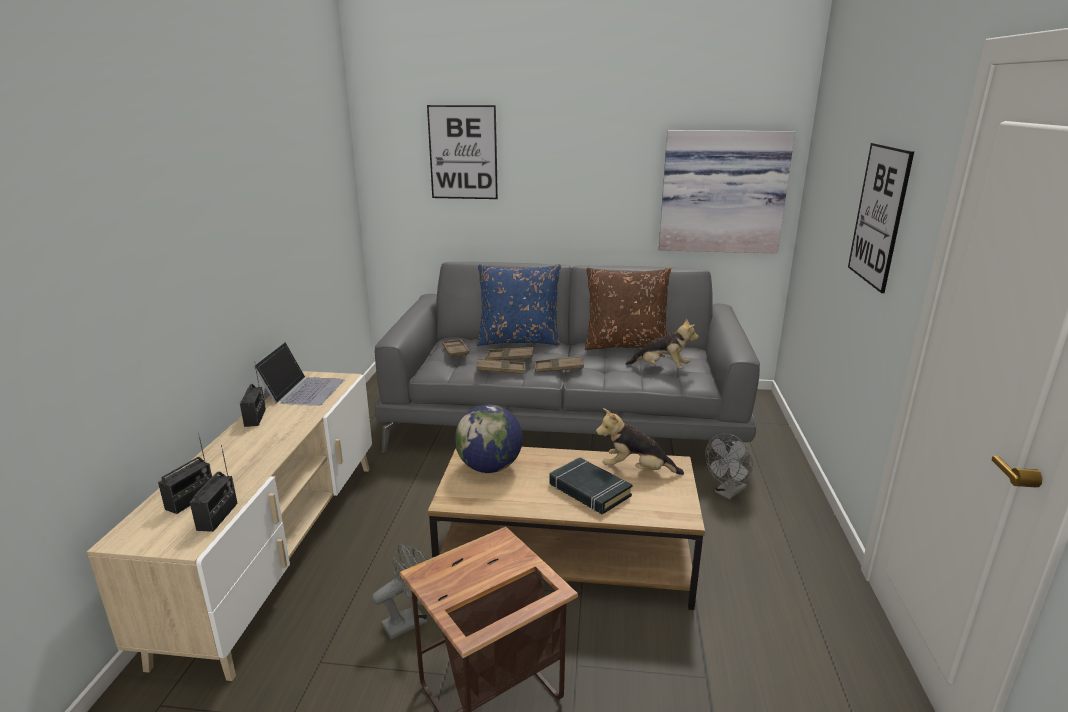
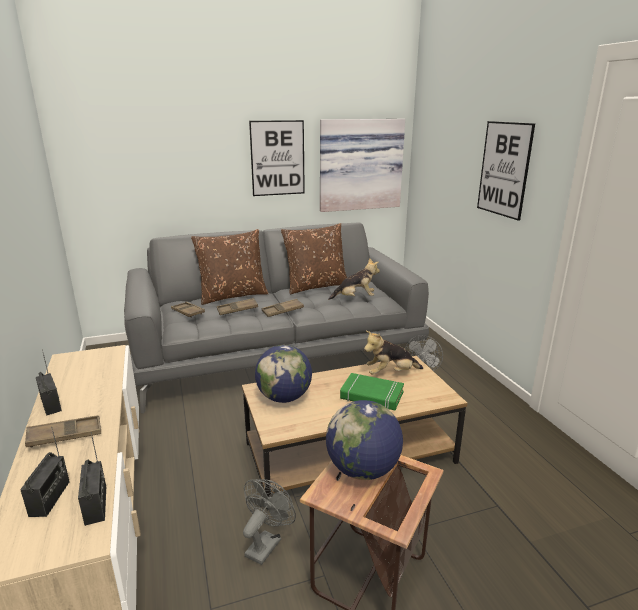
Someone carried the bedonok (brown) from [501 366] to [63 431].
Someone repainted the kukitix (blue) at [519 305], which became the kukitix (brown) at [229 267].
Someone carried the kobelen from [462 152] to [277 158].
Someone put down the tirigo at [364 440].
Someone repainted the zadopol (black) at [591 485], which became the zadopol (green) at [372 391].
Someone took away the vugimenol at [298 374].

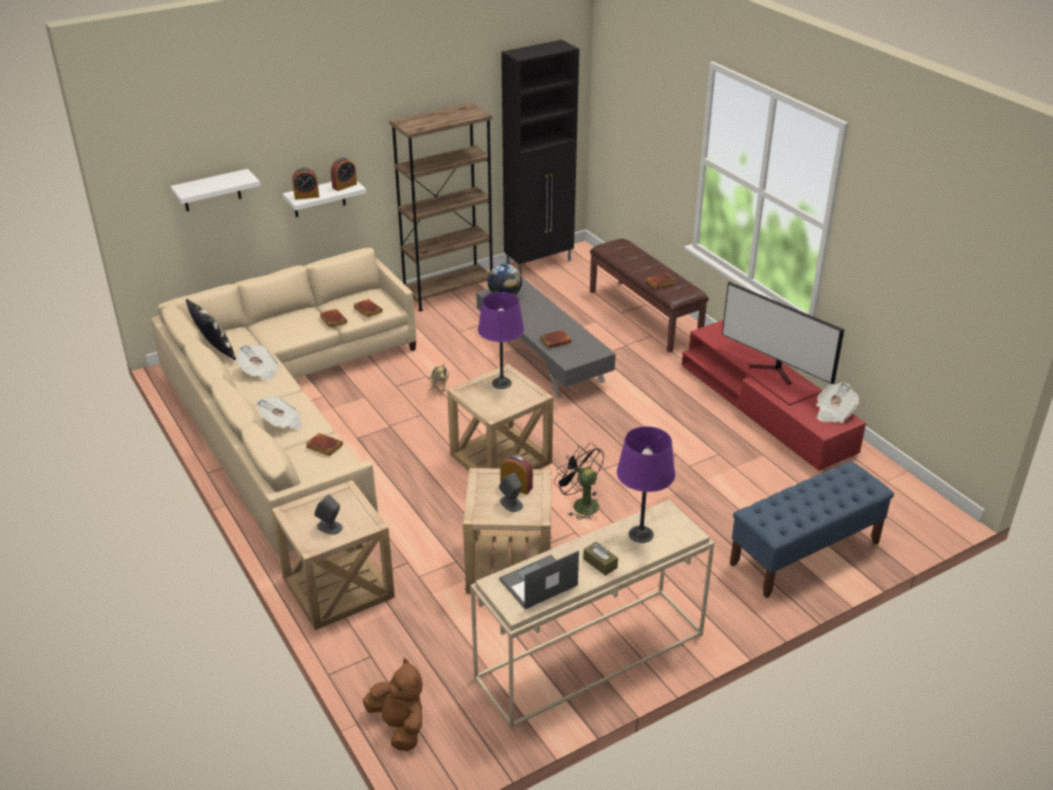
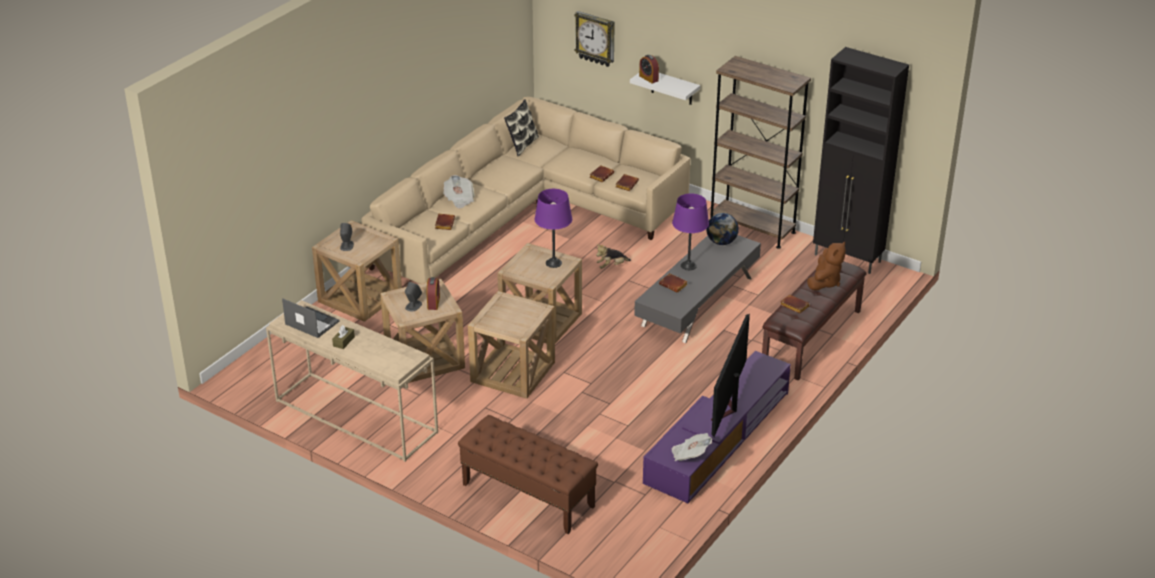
Someone repainted the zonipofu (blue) at [812 529], which became the zonipofu (brown) at [528 474].
Someone swapped the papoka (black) at [579 481] for the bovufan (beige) at [511 344].
Someone swapped the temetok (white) at [215 190] for the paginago at [594 39].
Someone repainted the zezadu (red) at [774 395], which became the zezadu (purple) at [717 427].
Someone carried the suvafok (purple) from [646 484] to [690 231].
Someone carried the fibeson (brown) from [393 704] to [826 265].
Someone took away the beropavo at [258 363].
Someone took away the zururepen at [344 174].

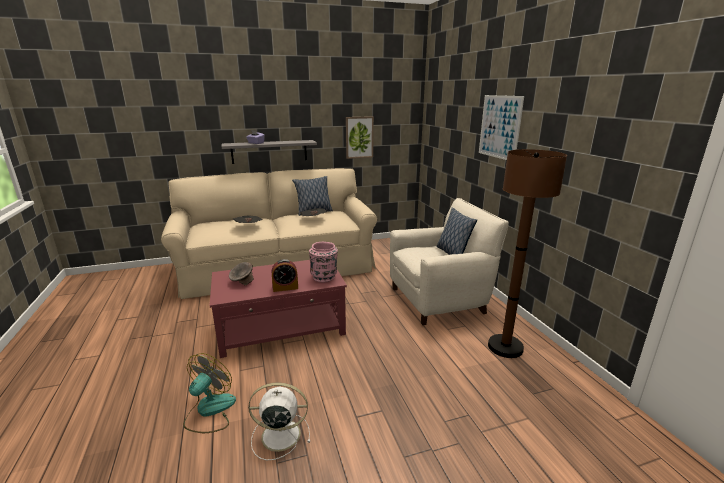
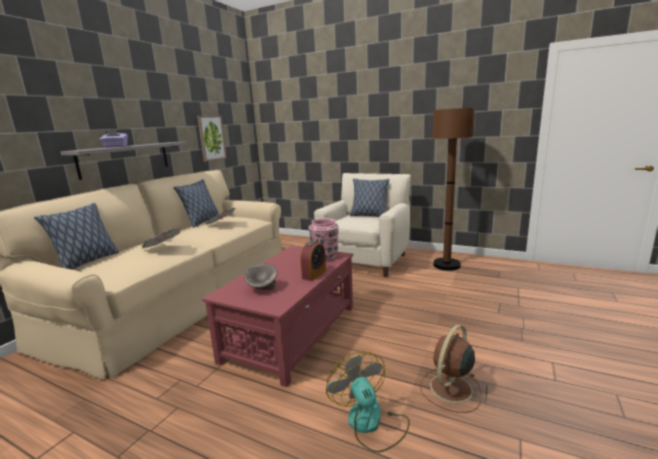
Someone put down the kukitix at [76 236].
Someone repainted the papoka (white) at [279 421], which became the papoka (brown) at [450 369].
Someone took away the kobelen at [501 127].

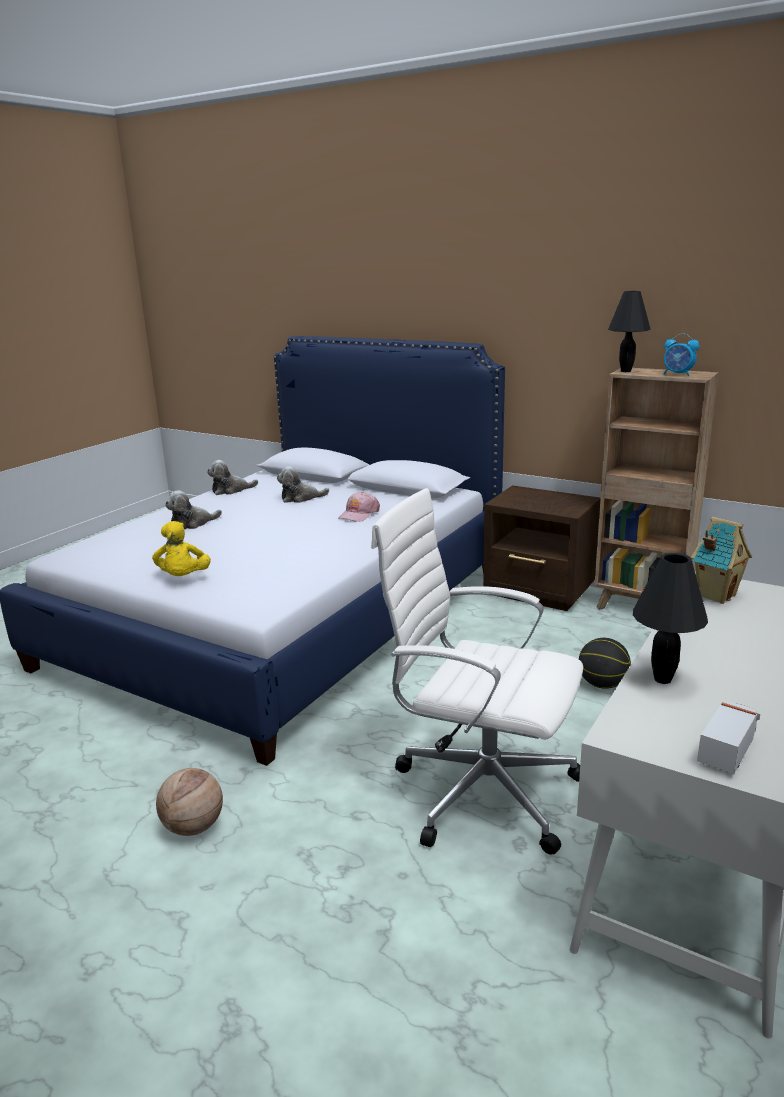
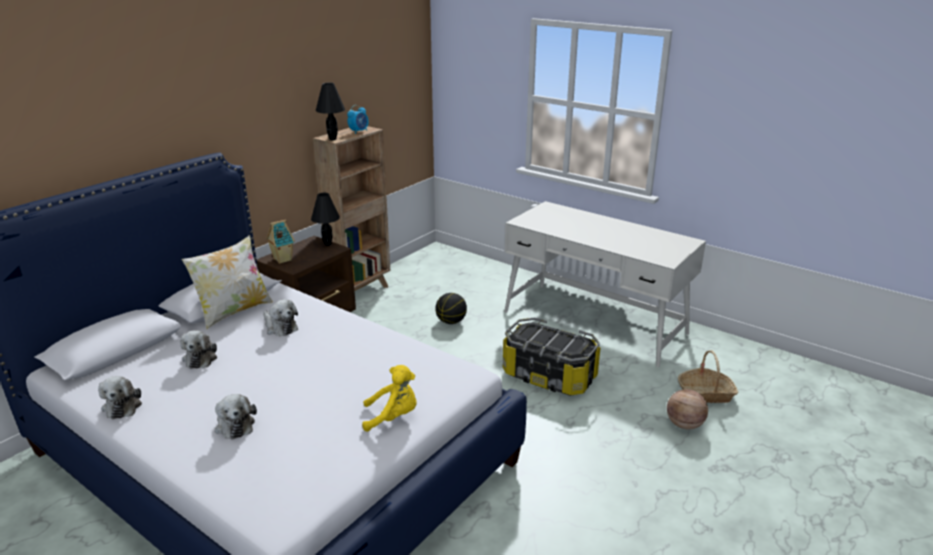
Someone put down the kukitix at [227 282].
Someone swapped the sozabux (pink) at [359 506] for the fibeson at [280 317].
Someone carried the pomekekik from [721 560] to [280 241].
Someone carried the suvafok (black) from [670 618] to [325 219].
Someone swapped the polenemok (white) at [477 671] for the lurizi at [552 357].
Someone carried the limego from [189 802] to [687 409].
Someone put down the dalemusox at [708 376].
Someone took away the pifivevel at [728 738].

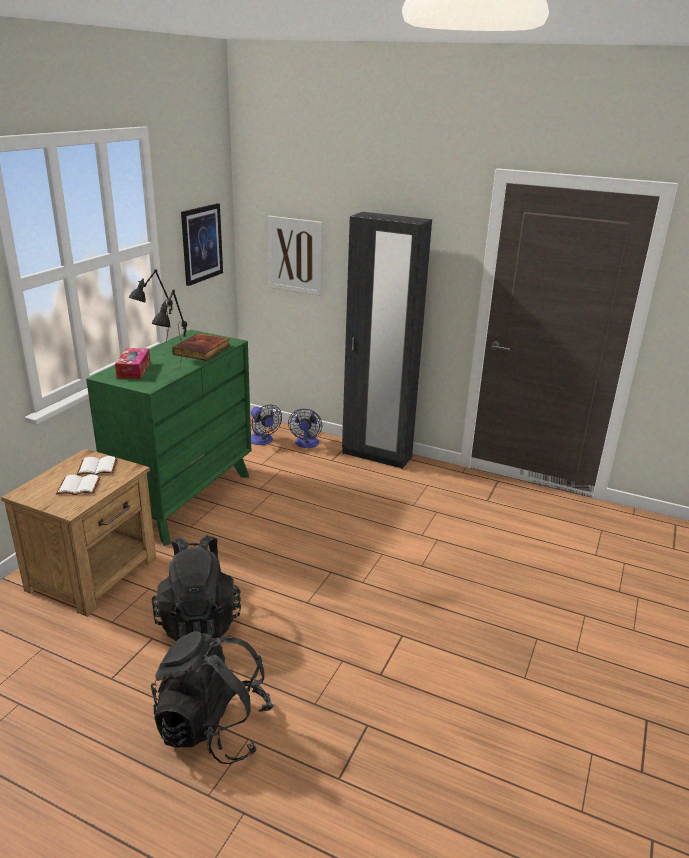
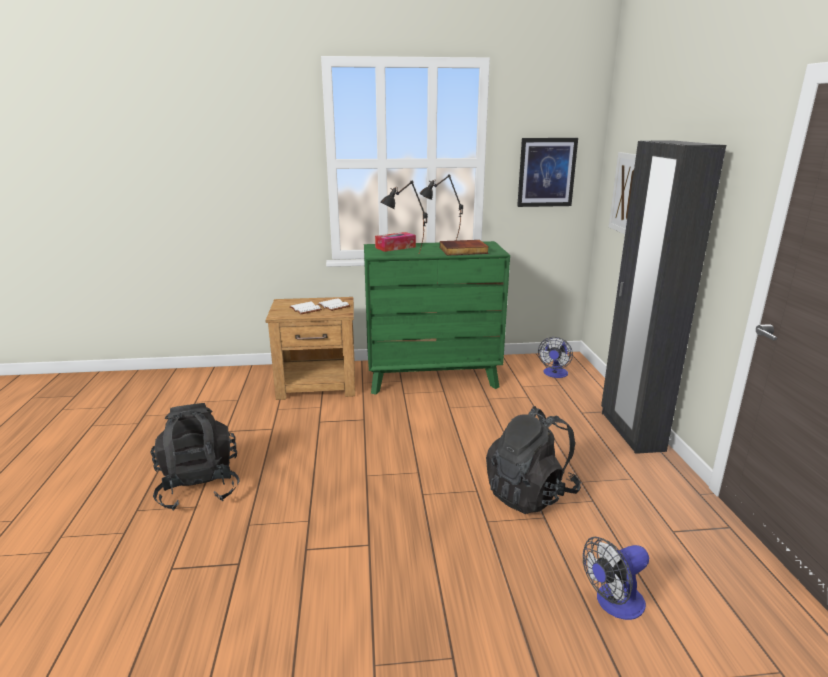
Someone carried the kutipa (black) from [196 588] to [533 460].
Someone carried the papoka from [305 428] to [616 578].

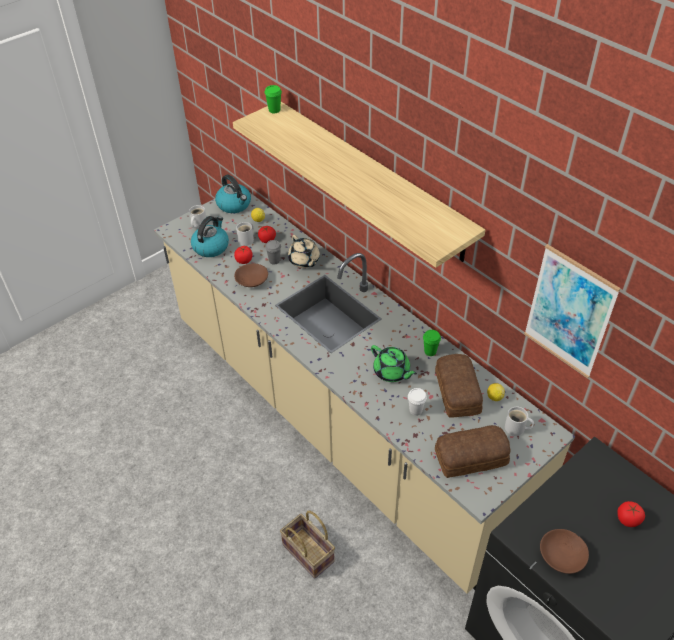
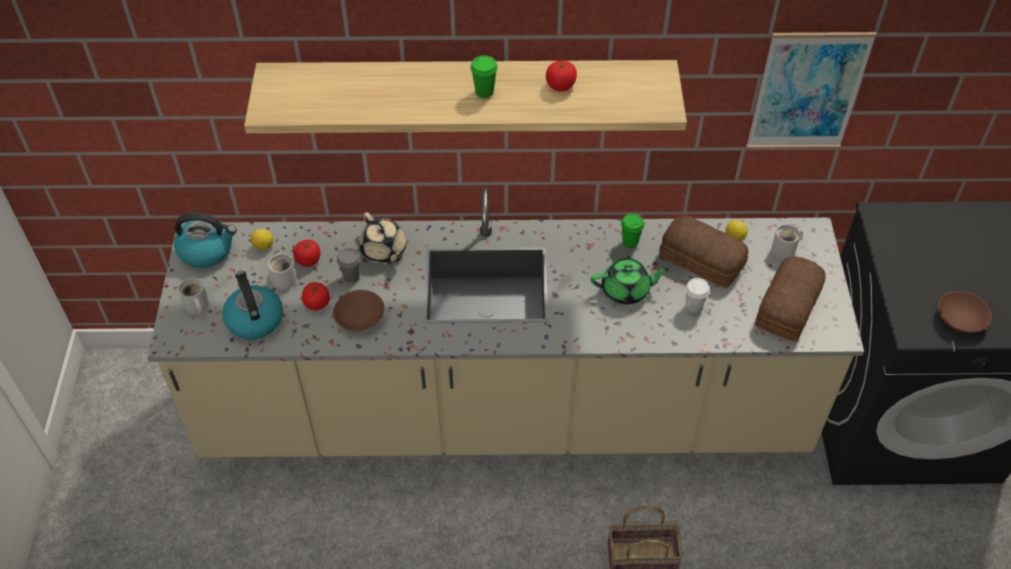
Someone rotated the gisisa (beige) at [304 251] by 45 degrees clockwise.
Someone carried the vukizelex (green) from [273 99] to [484 76].
Someone carried the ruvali from [631 514] to [561 76].

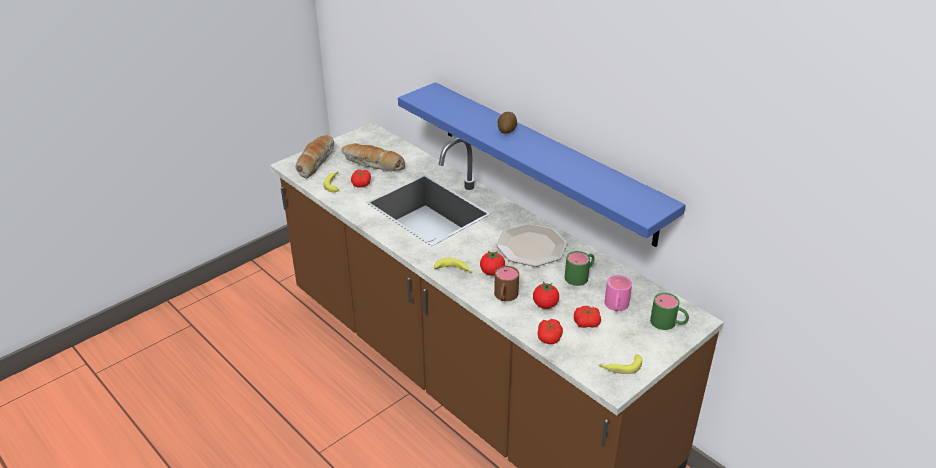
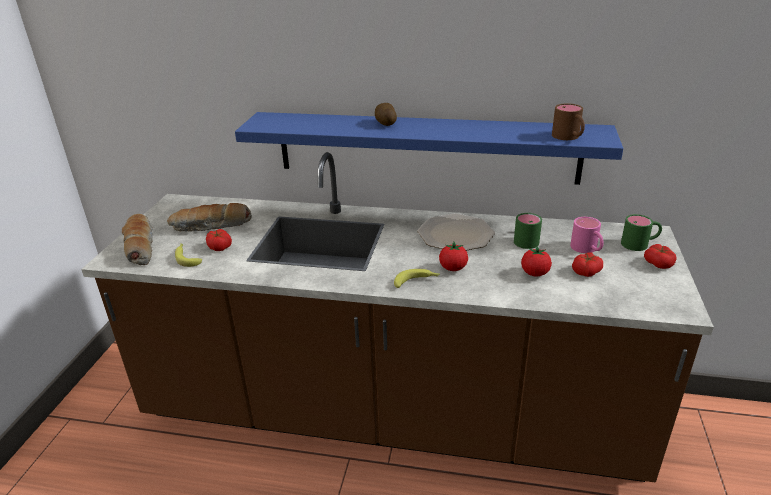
Someone carried the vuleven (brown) from [506 283] to [568 121].
Someone carried the ruvali from [550 331] to [660 256].
Someone took away the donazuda at [620 364].

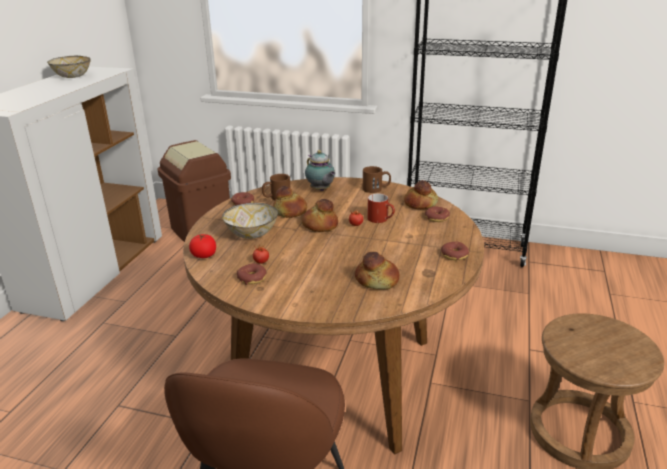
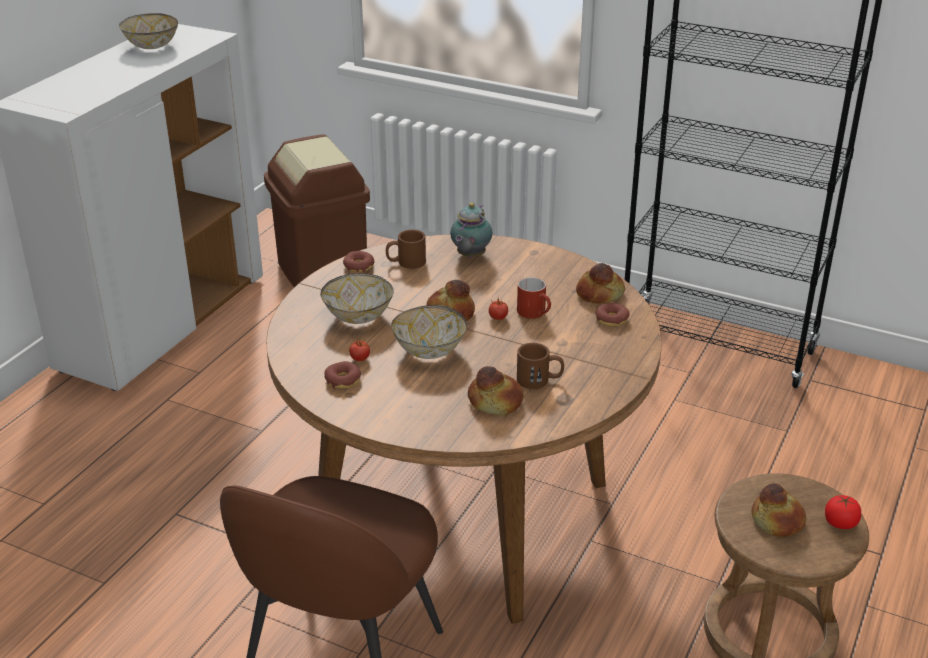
Someone put down the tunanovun at [429 332].
Someone rotated the gisisa at [320 170] by 45 degrees clockwise.
Someone carried the vuleven (brown) from [377 179] to [540 366].
Someone carried the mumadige from [290 202] to [778 510].
Someone carried the ruvali from [202 246] to [843 512].
Someone took away the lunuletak at [455 250].

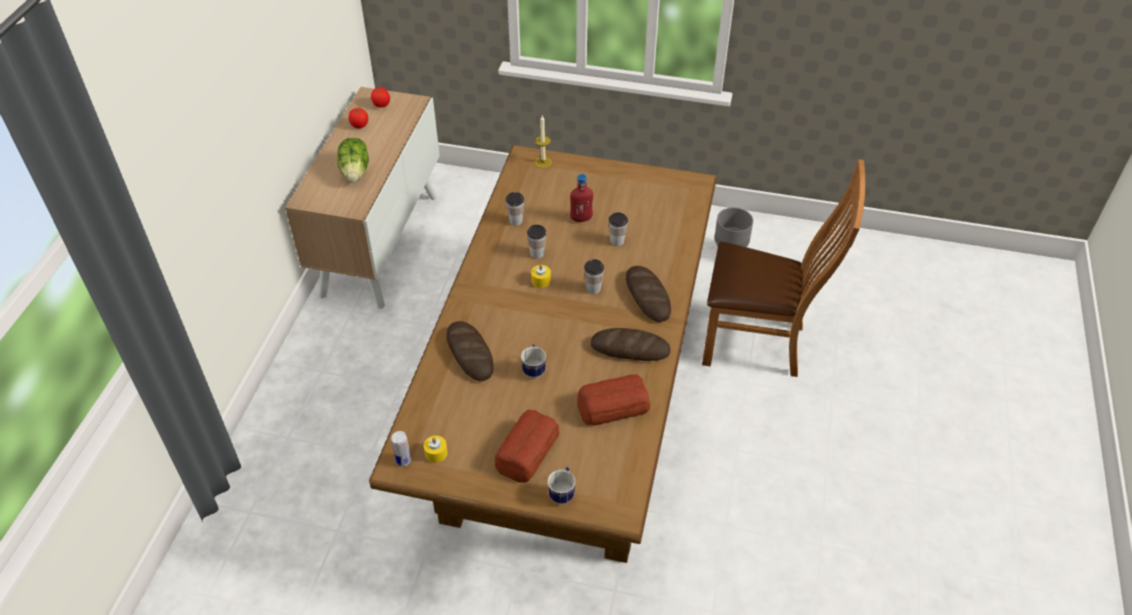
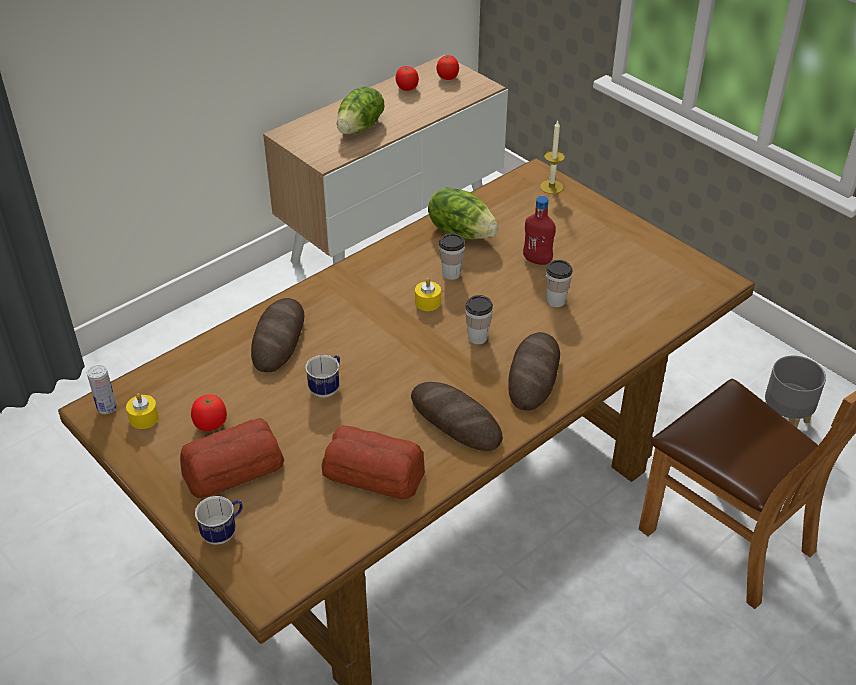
Someone put down the ruvali at [209 413].
Someone swapped the vukizelex at [515 209] for the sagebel at [463 213].

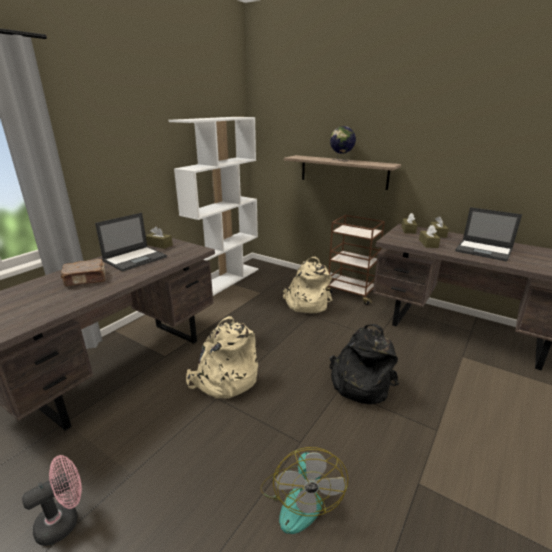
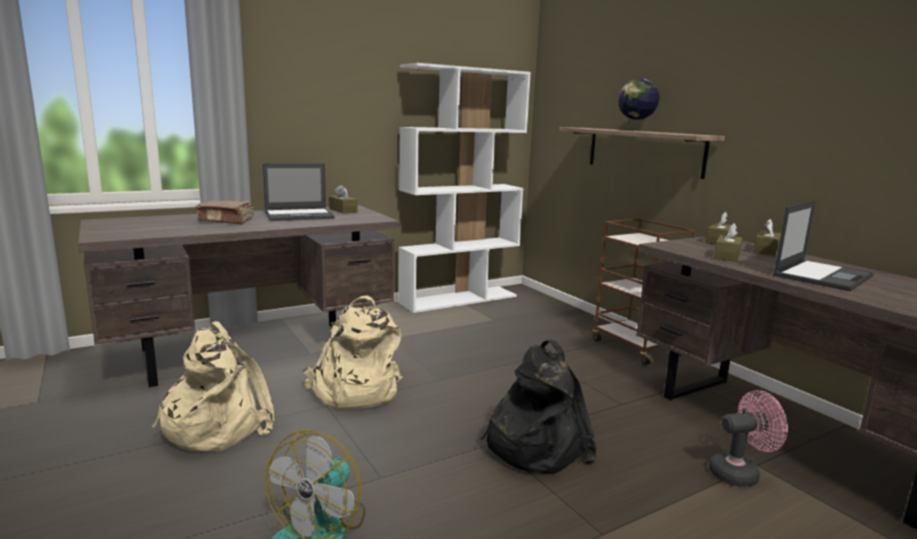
Someone carried the kutipa (beige) from [307 285] to [213 386].
Someone carried the papoka (pink) from [52 500] to [748 438].
Someone rotated the vugimenol at [488 234] by 105 degrees counterclockwise.

